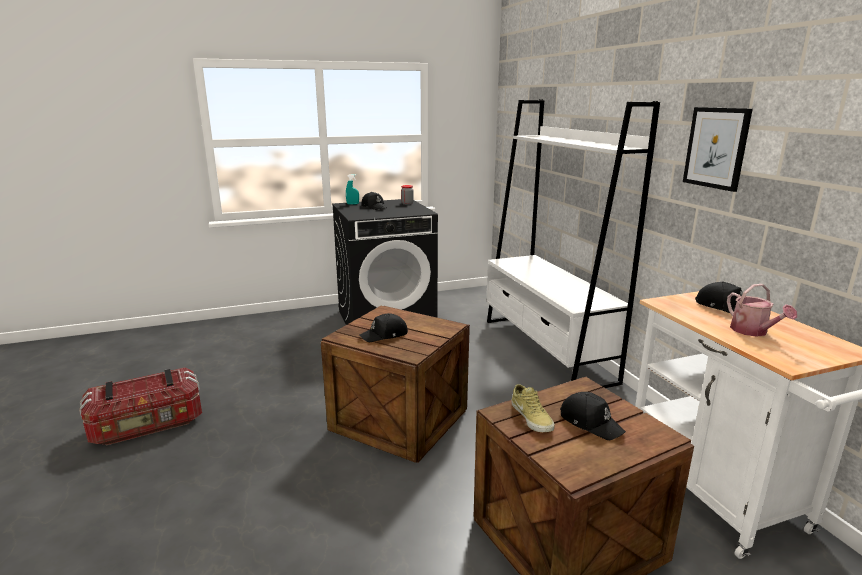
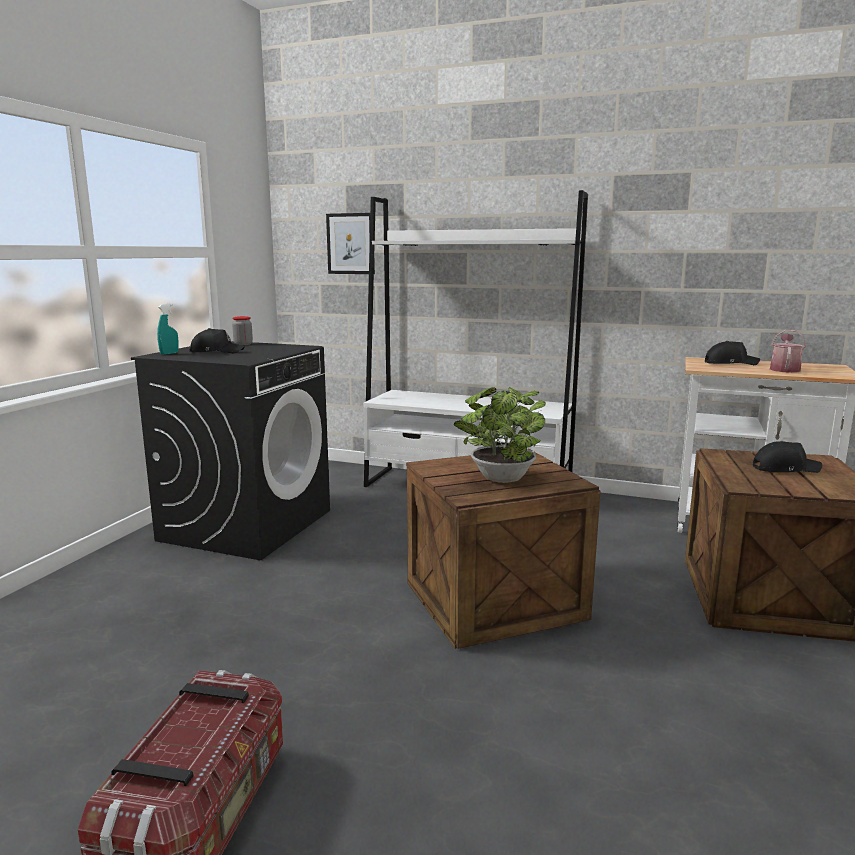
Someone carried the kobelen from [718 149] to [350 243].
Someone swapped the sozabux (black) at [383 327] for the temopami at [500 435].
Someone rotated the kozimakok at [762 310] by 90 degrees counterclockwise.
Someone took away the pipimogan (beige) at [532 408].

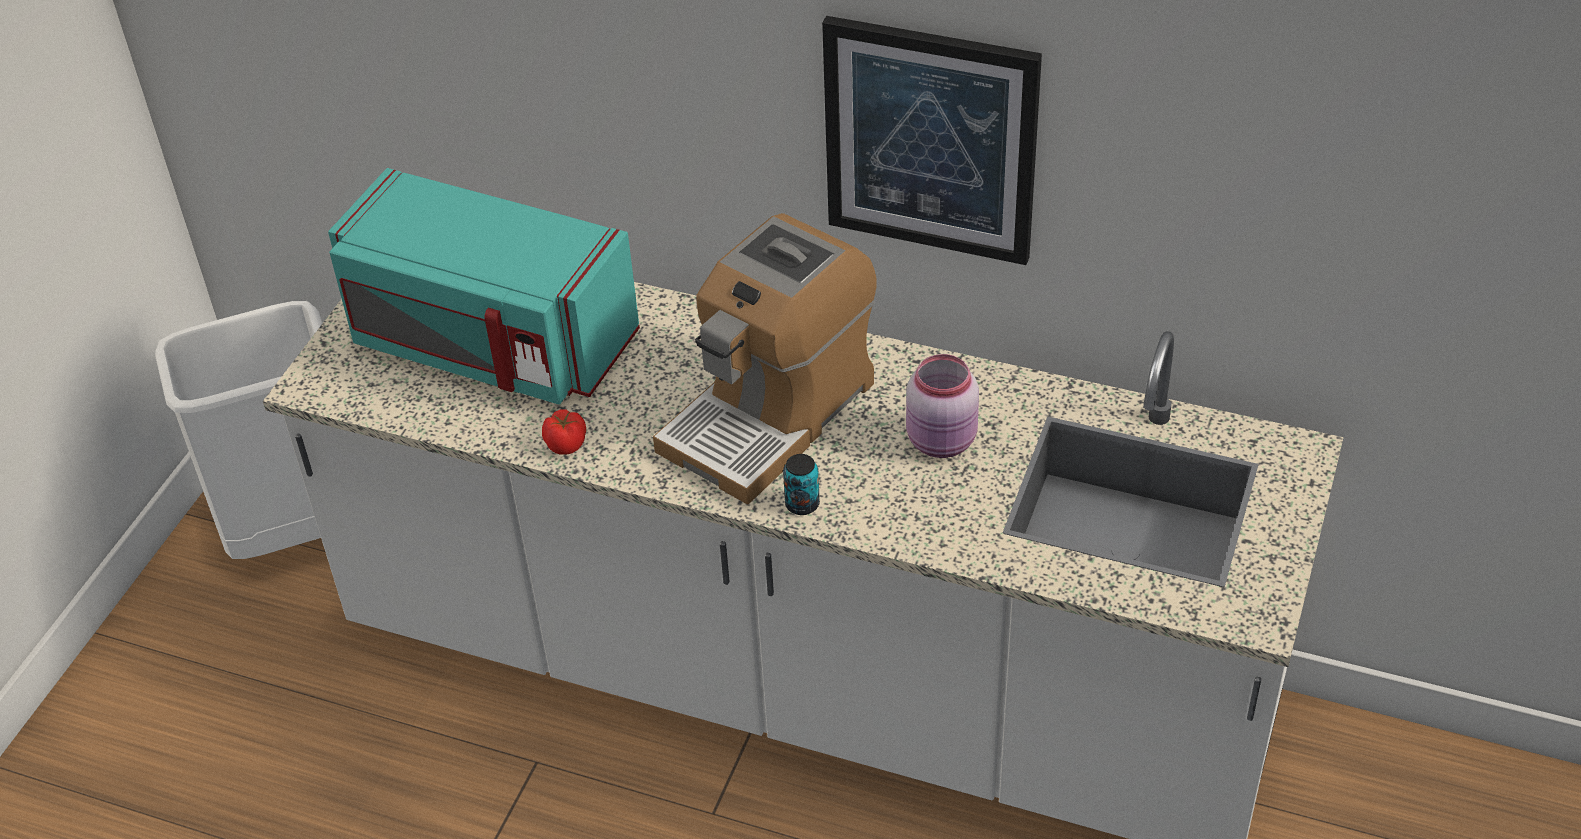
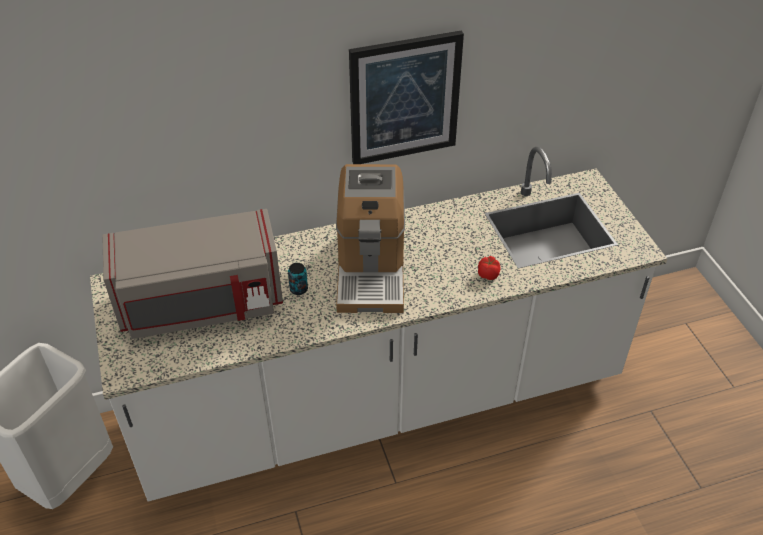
Someone repainted the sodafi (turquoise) at [484 286], which became the sodafi (grey) at [192 274].
Someone carried the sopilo from [801 484] to [298 279].
Someone carried the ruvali from [564 432] to [489 268].
Someone took away the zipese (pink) at [942 406].

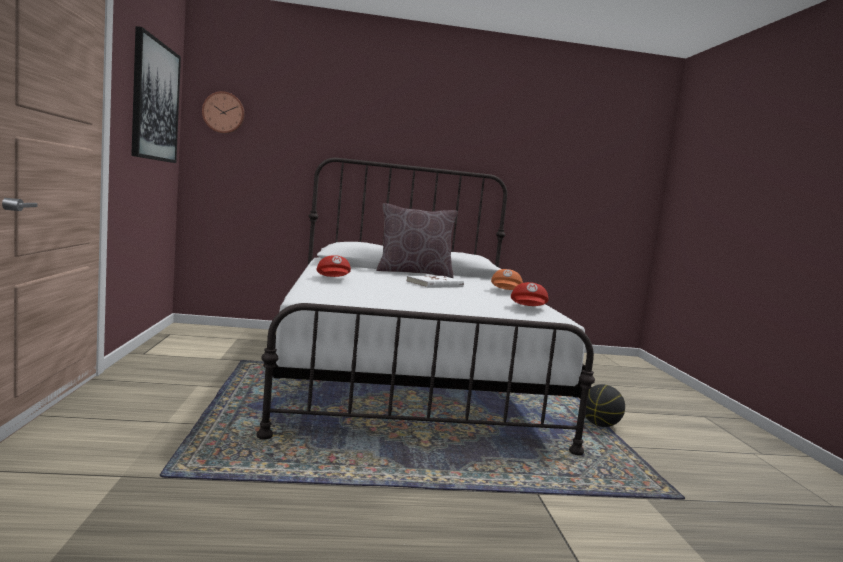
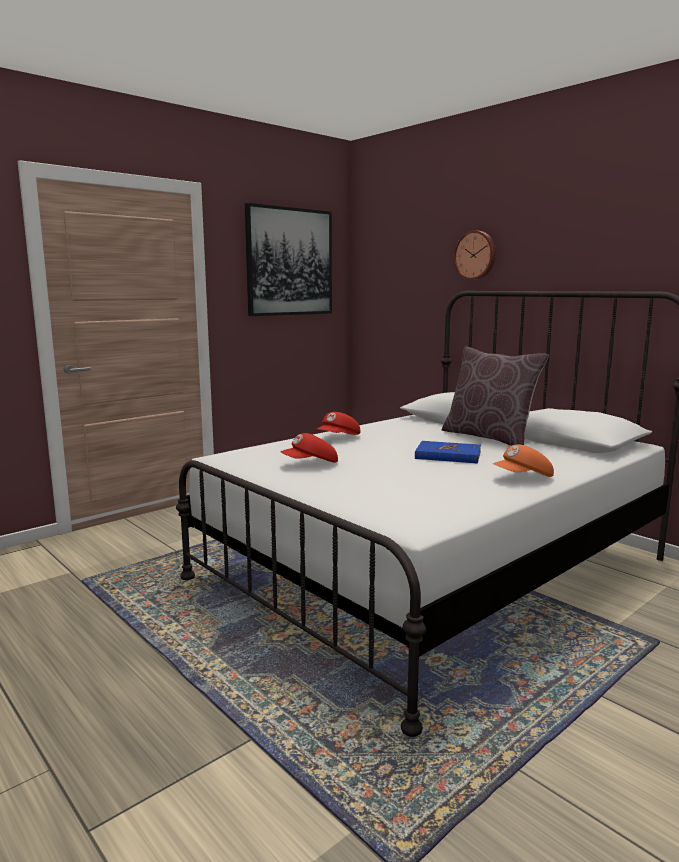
Someone carried the sozabux (red) from [530 294] to [309 448].
Someone repainted the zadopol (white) at [435 282], which became the zadopol (blue) at [448 452].
Someone carried the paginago from [223 112] to [474 255].
Someone took away the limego at [605 405].

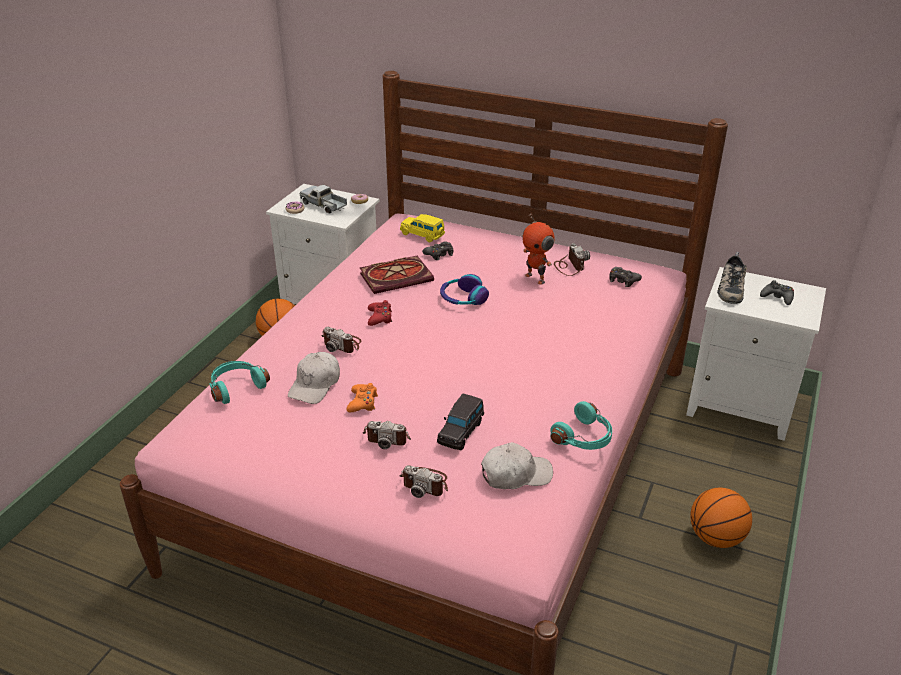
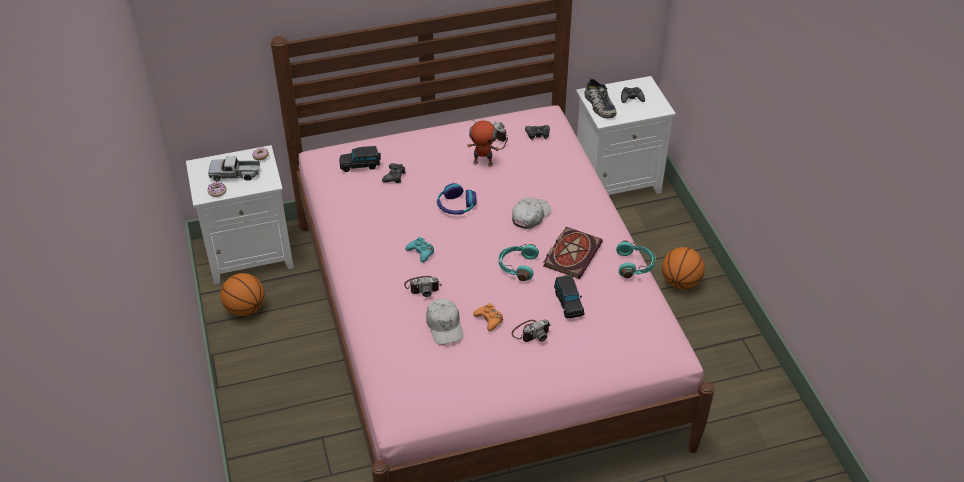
Someone repainted the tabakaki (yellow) at [422 228], which became the tabakaki (black) at [360 159].
Someone repainted the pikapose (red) at [380 313], which became the pikapose (turquoise) at [419 250].
Someone carried the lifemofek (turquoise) from [239 382] to [519 262].
Someone carried the sozabux (white) from [517 465] to [531 213].
Someone carried the zadopol from [397 275] to [573 253].
Someone took away the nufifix at [423 481].

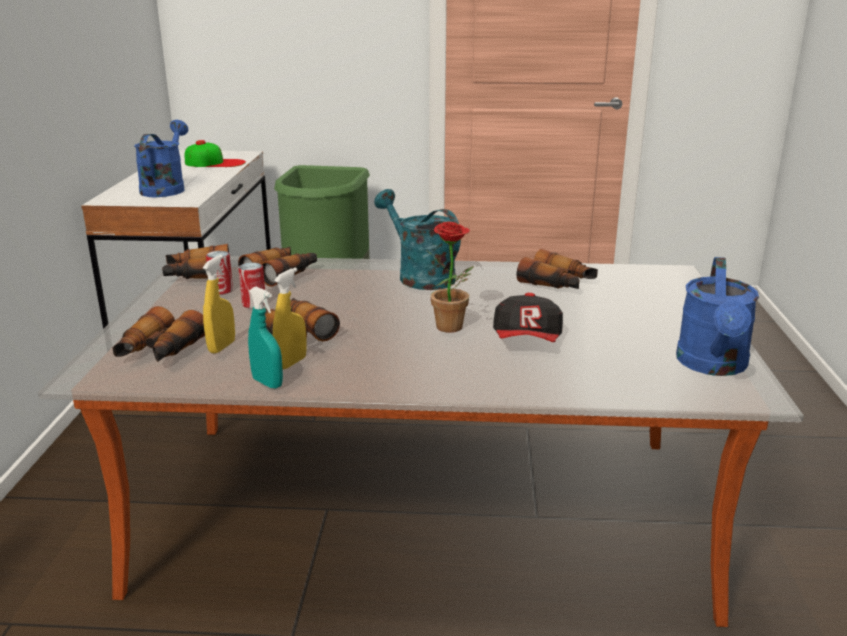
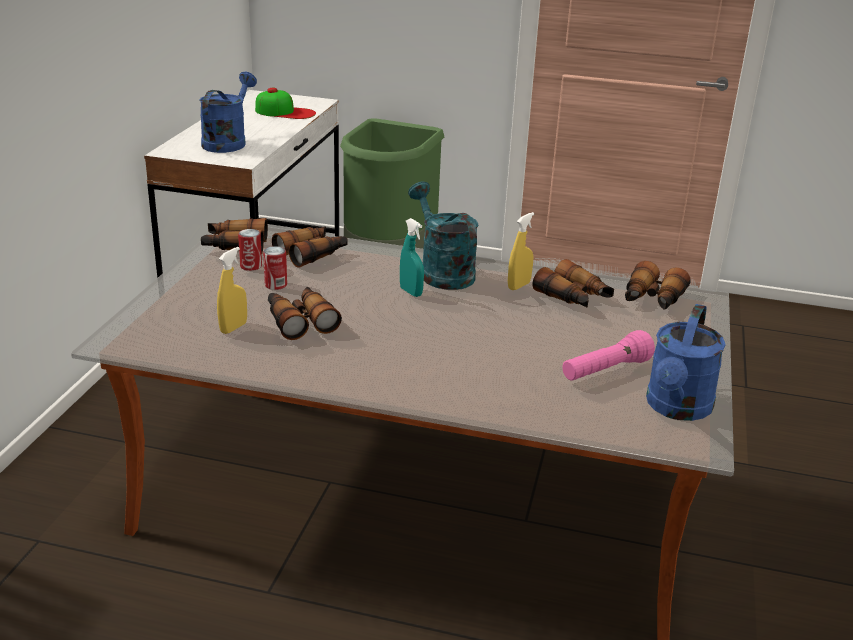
Someone carried the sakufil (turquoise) from [265 338] to [412 257].
Someone carried the sakufil (yellow) from [290 318] to [521 251].
Someone put down the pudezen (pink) at [609 355].
Someone carried the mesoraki from [158 334] to [658 285].
Someone took away the temopami at [450 277].
Someone took away the sozabux at [528 317].

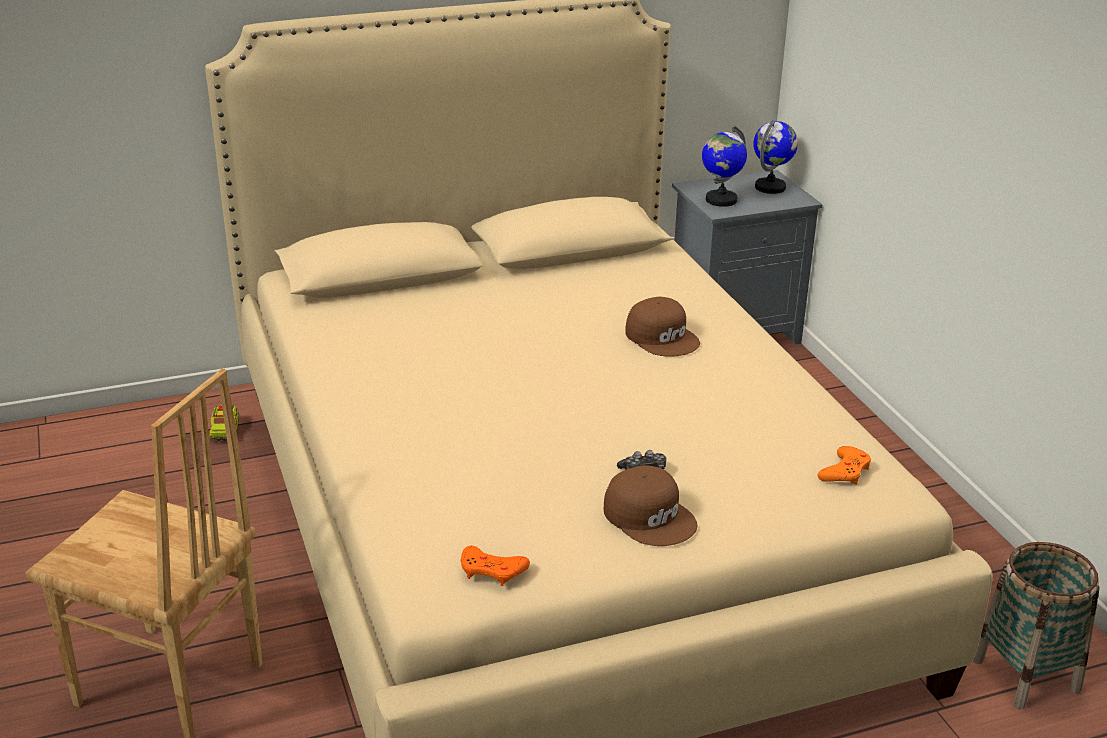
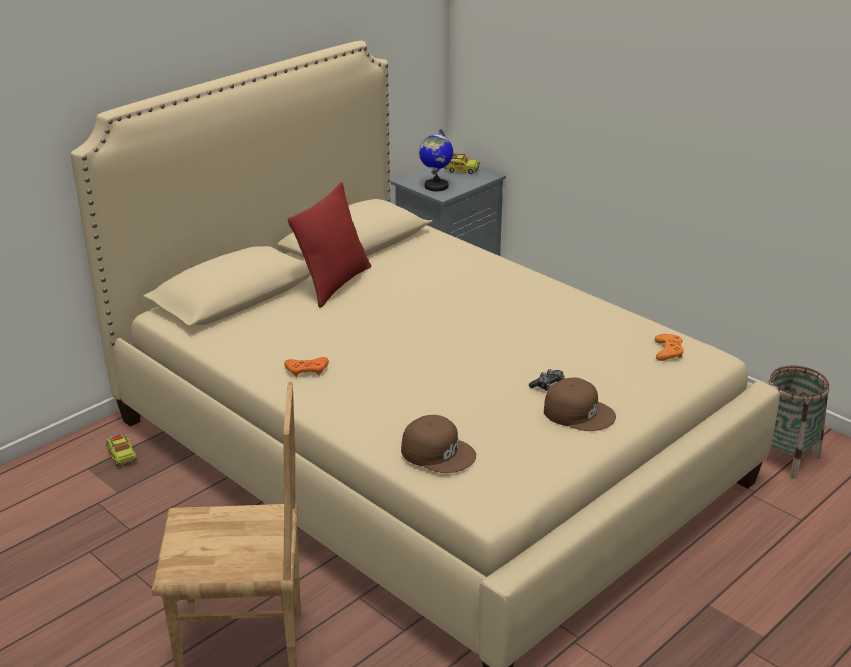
Someone carried the pikapose (orange) from [495 566] to [306 367].
Someone put down the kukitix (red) at [329 245].
Someone carried the sozabux (brown) from [662 327] to [438 444].
Someone swapped the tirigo at [776 156] for the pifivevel at [462 164].

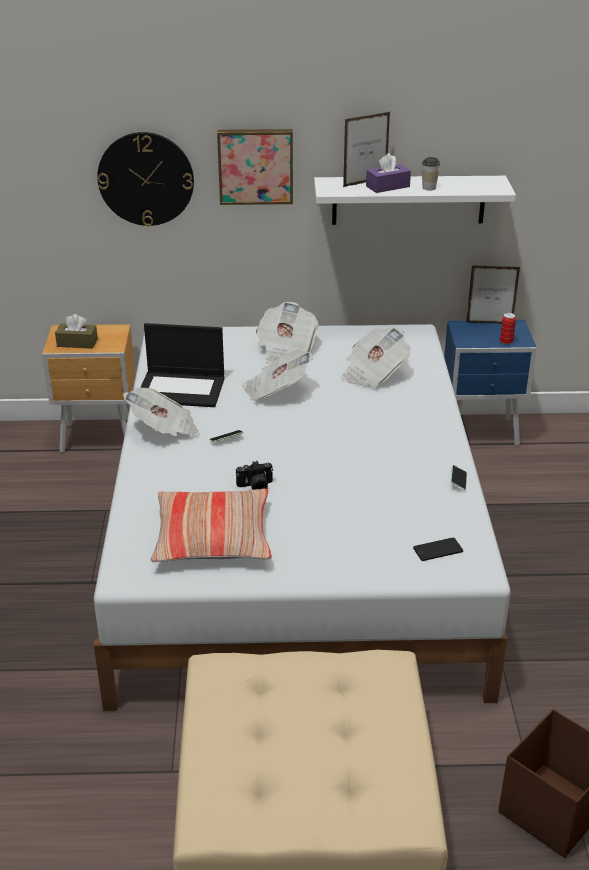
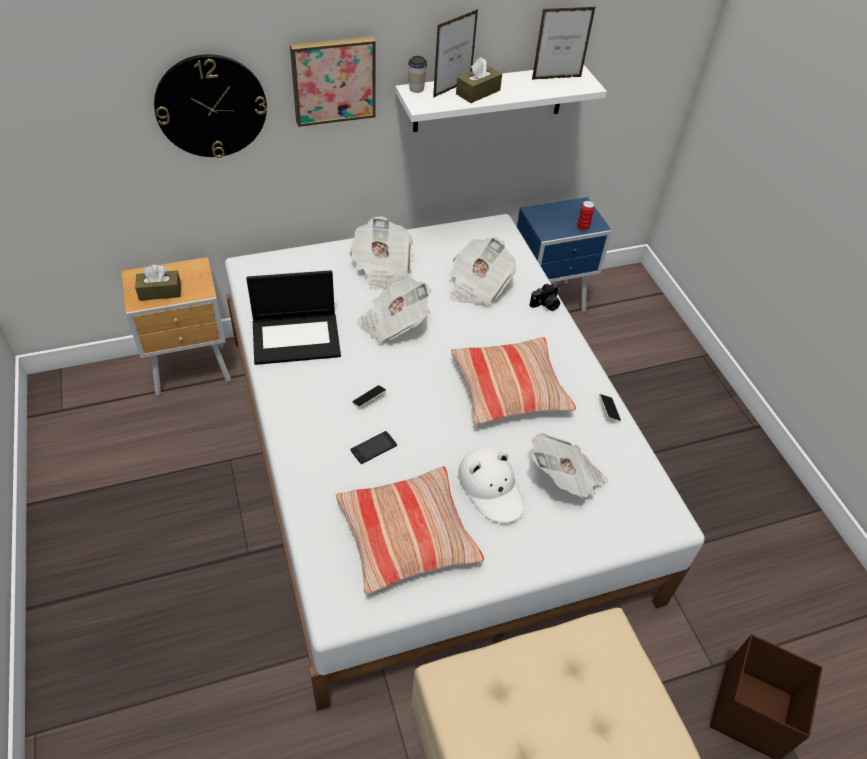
Someone carried the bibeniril from [438 549] to [373 447].
Someone carried the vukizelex from [431 174] to [417 74].
Someone put down the kukitix at [513 381].
Someone repainted the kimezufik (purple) at [388 173], which became the kimezufik (brown) at [479 80].
Someone put down the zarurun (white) at [491 485].
Someone carried the nufifix from [254 475] to [544 297].
Someone carried the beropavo from [161 412] to [569 466].
Someone carried the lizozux from [493 294] to [563 43].

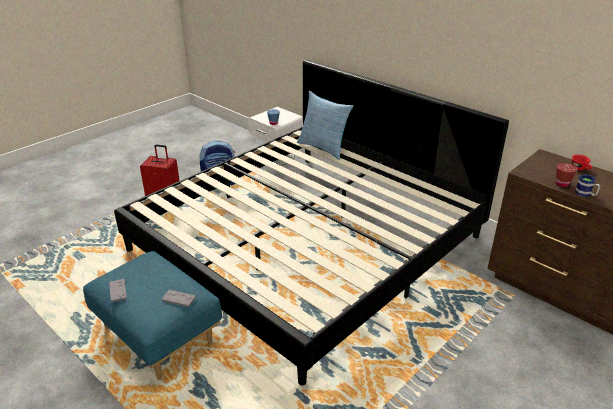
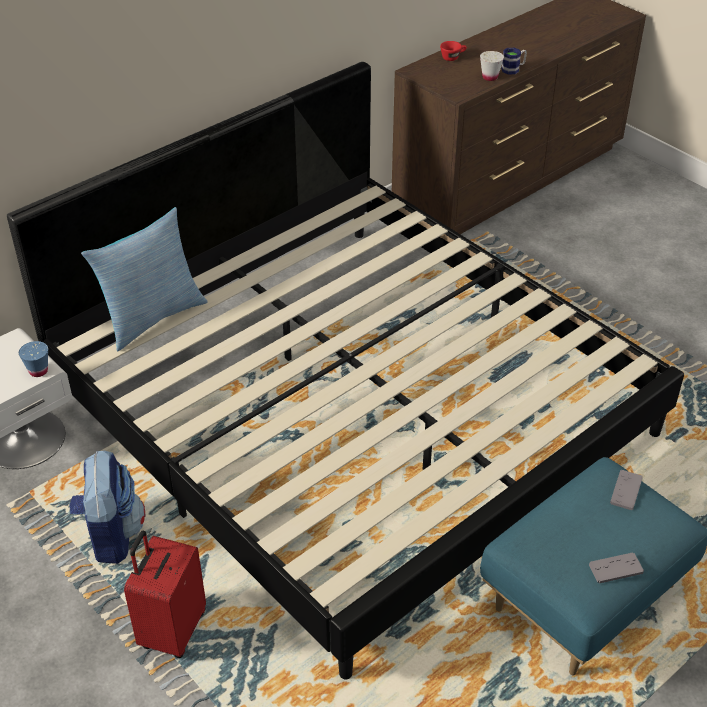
Someone repainted the vukizelex (red) at [566 175], which became the vukizelex (white) at [492 66].

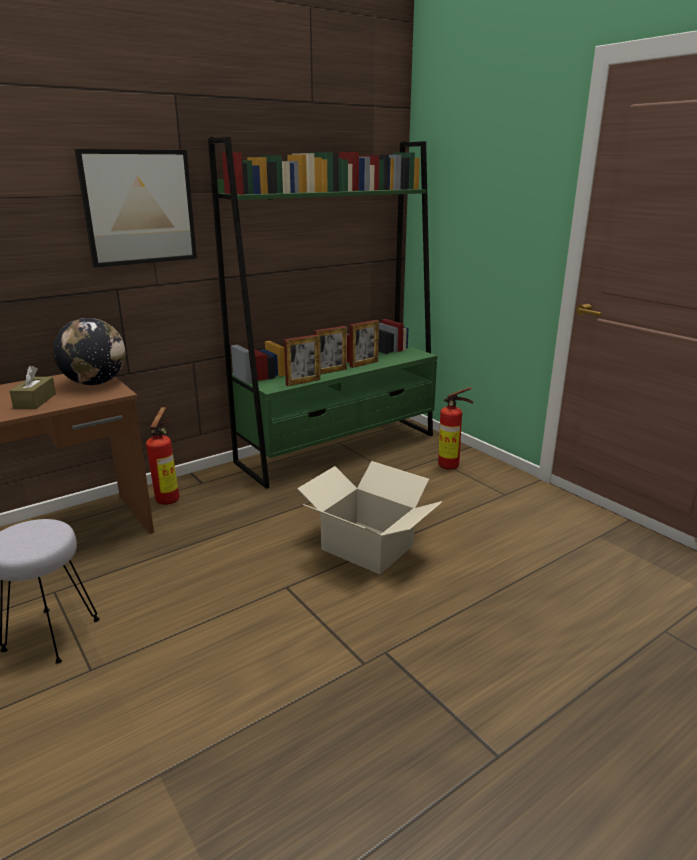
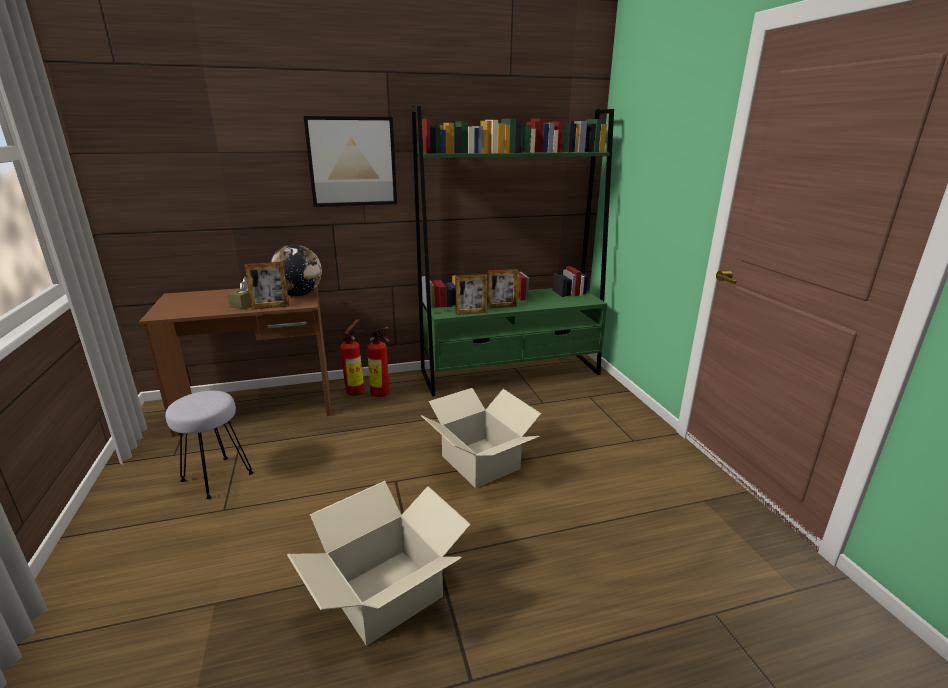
Someone carried the lizozux from [364 344] to [266 286].
Someone put down the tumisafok at [379 563].
Someone carried the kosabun from [455 428] to [378 362].

